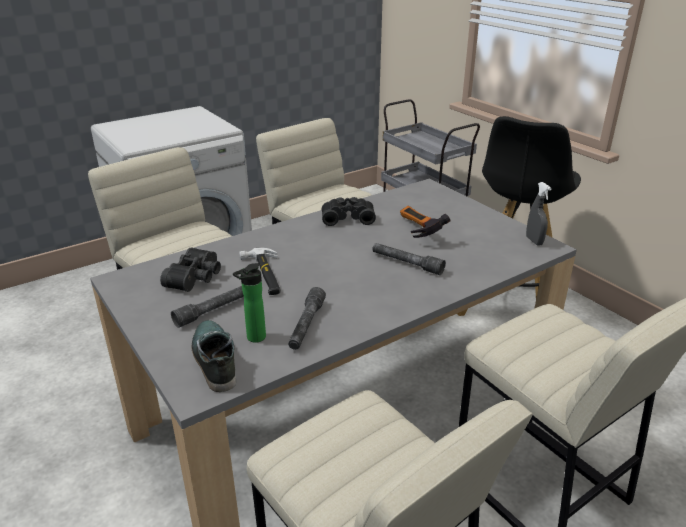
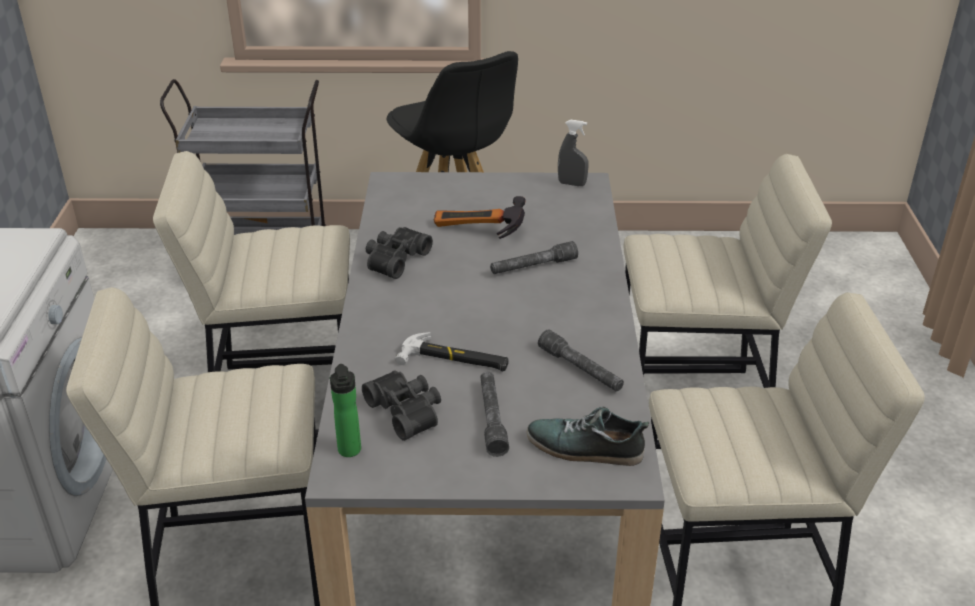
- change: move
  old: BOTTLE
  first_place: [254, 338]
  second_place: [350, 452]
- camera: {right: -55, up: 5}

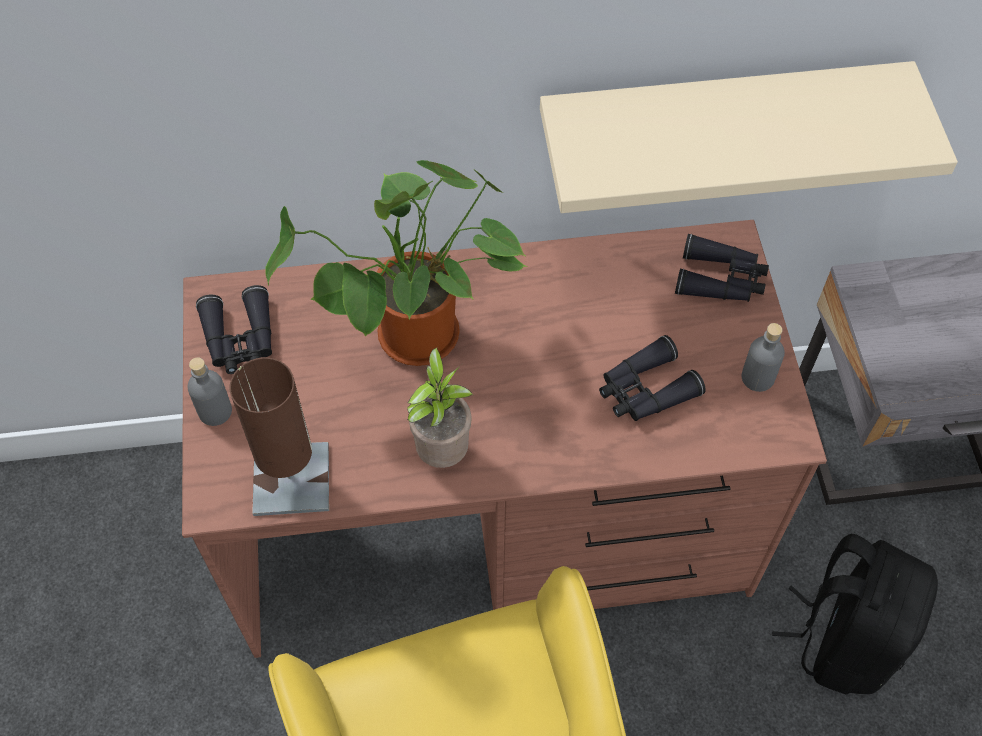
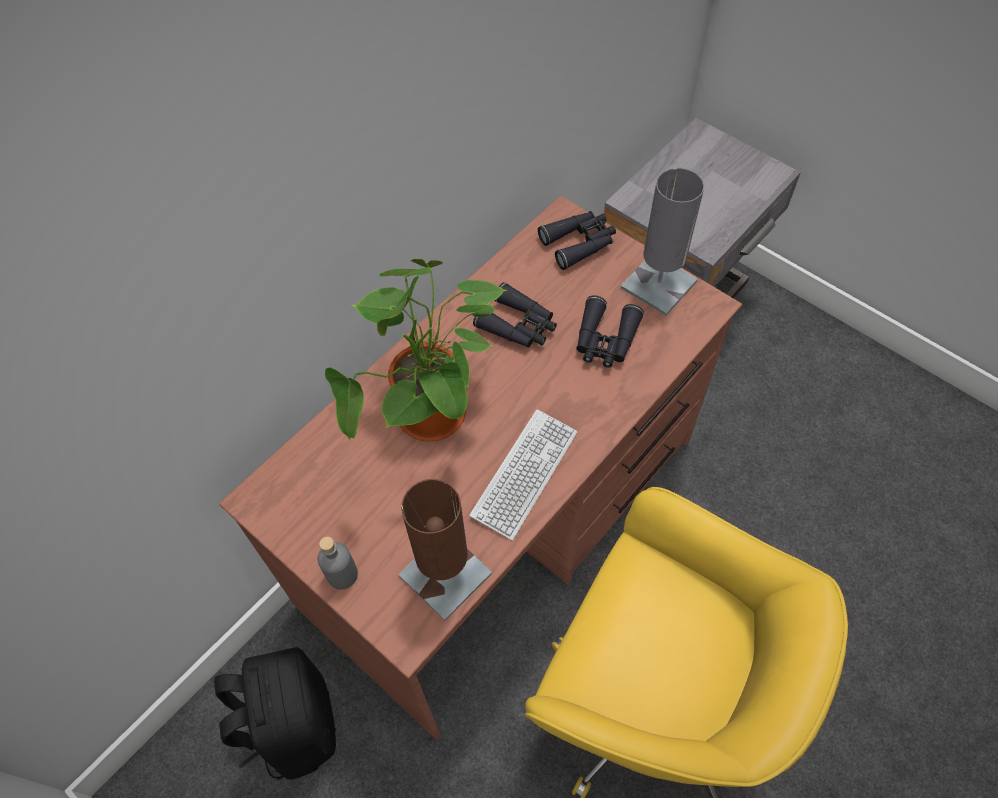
- change: delete
  old: BEIGE-COLOURED WALL SHELF
  first_place: [720, 117]
- change: move
  old: BLACKISH PAIR OF BINOCULARS
  first_place: [240, 340]
  second_place: [518, 326]
- change: replace
  old: GRAY BOTTLE
  new: GRAY TABLETOP LAMP
  first_place: [757, 377]
  second_place: [658, 285]
- change: replace
  old: HOUSEPLANT
  new: KEYBOARD
  first_place: [443, 451]
  second_place: [524, 474]
- change: move
  old: BLACKISH KNAPSACK
  first_place: [843, 638]
  second_place: [294, 725]
- camera: {right: -40, up: 0}

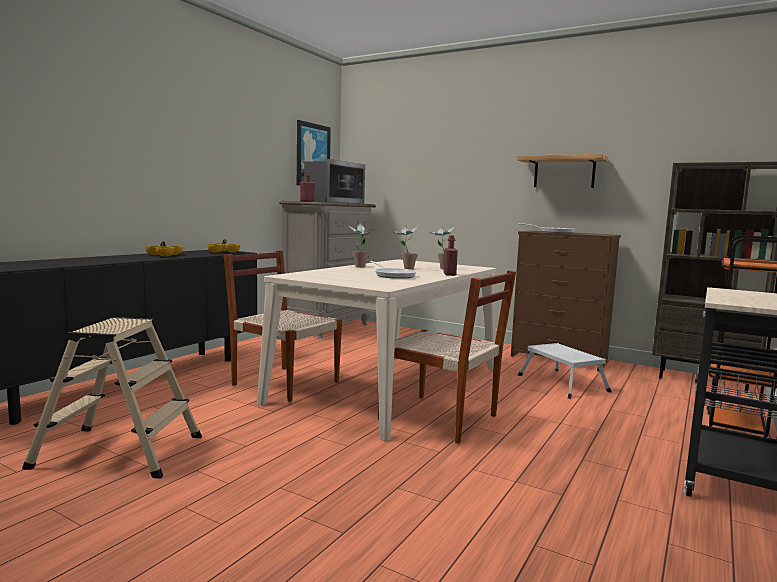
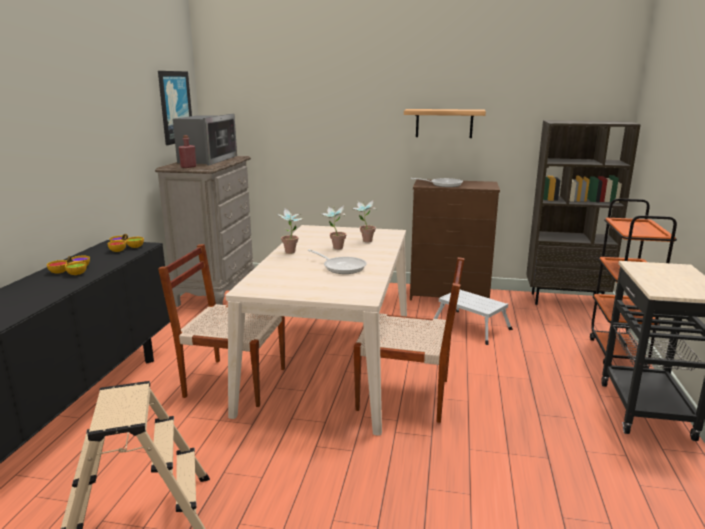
- change: delete
  old: RED BOTTLE
  first_place: [449, 274]
- camera: {right: -20, up: 10}

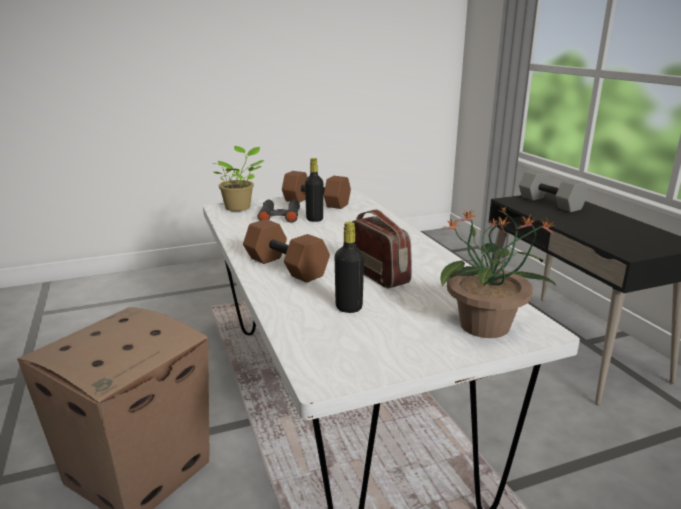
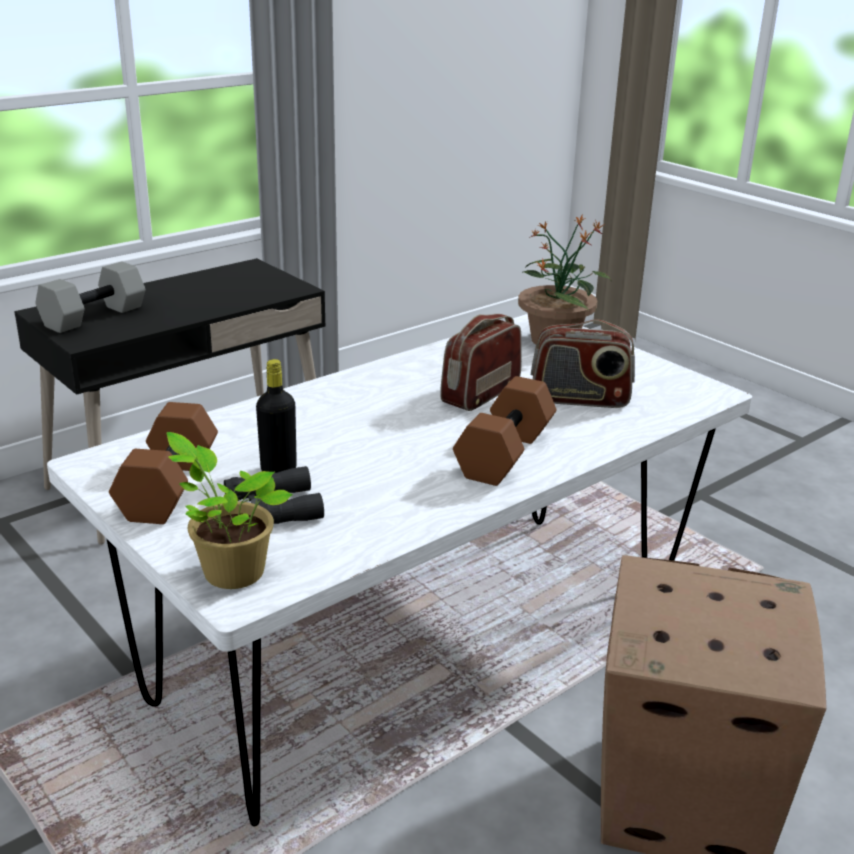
- change: replace
  old: BLACKISH BOTTLE
  new: RADIO SET
  first_place: [349, 308]
  second_place: [580, 399]
- camera: {right: -110, up: 5}

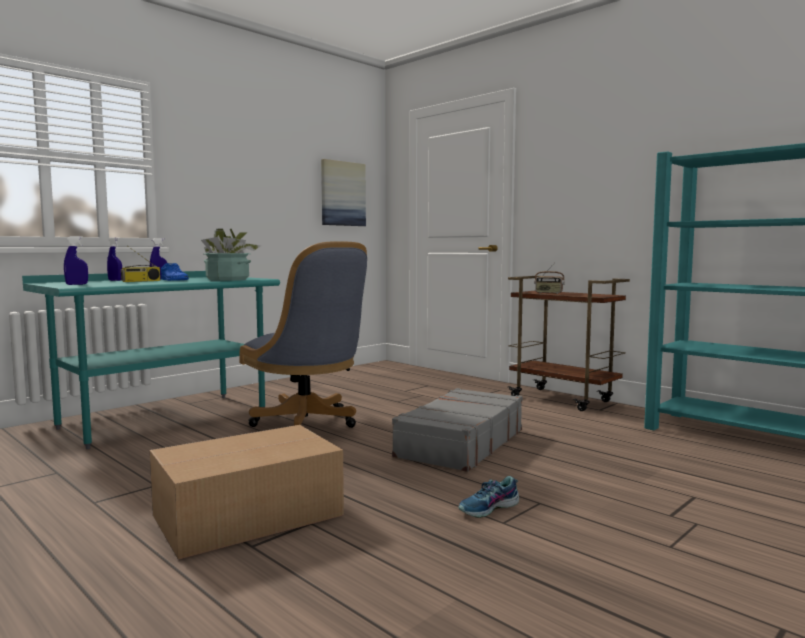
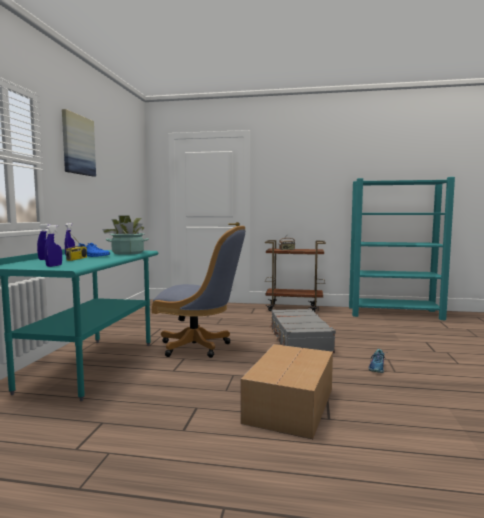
- change: move
  old: PICTURE
  first_place: [342, 194]
  second_place: [78, 145]
- camera: {right: -35, up: 0}

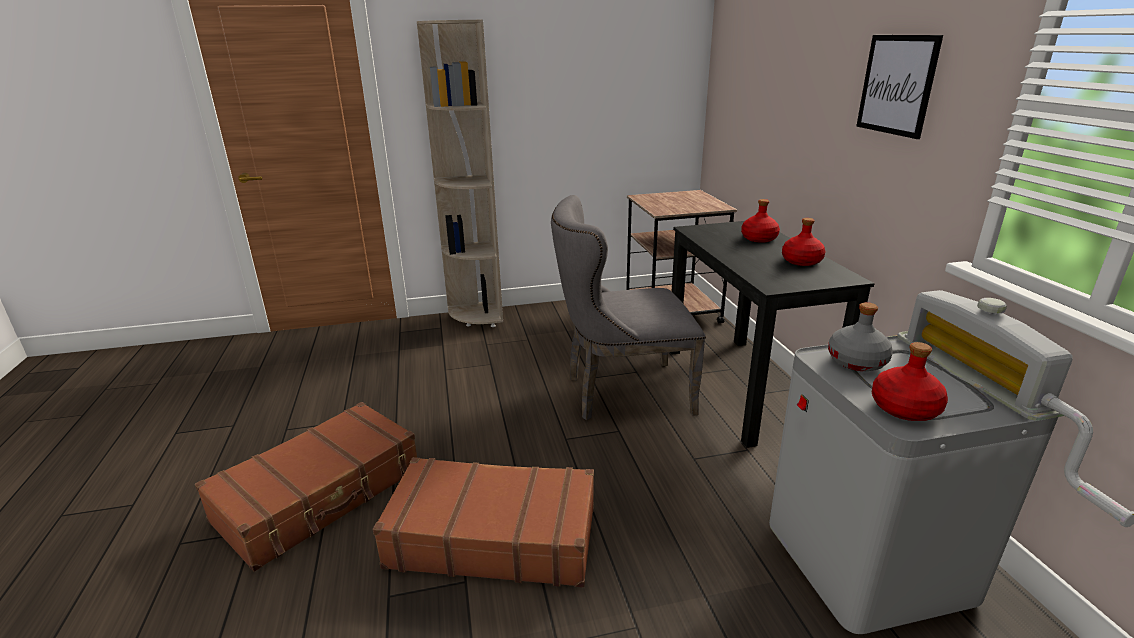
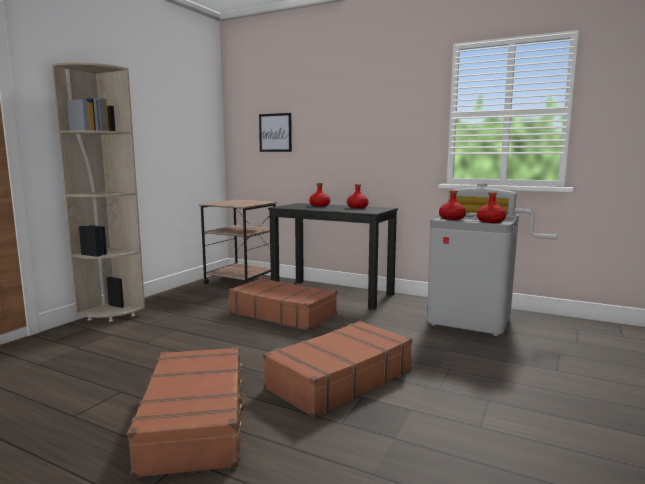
- change: move
  old: PICTURE
  first_place: [897, 85]
  second_place: [275, 132]
- change: replace
  old: GRAY CHAIR
  new: BROWNISH TRAVEL CASE
  first_place: [620, 393]
  second_place: [283, 314]
- change: recolor
  old: GRAY BOTTLE
  new: RED BOTTLE
  first_place: [857, 362]
  second_place: [452, 218]
- camera: {right: -50, up: -15}

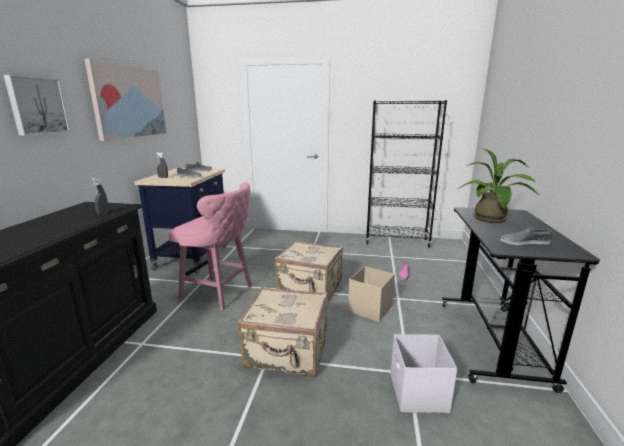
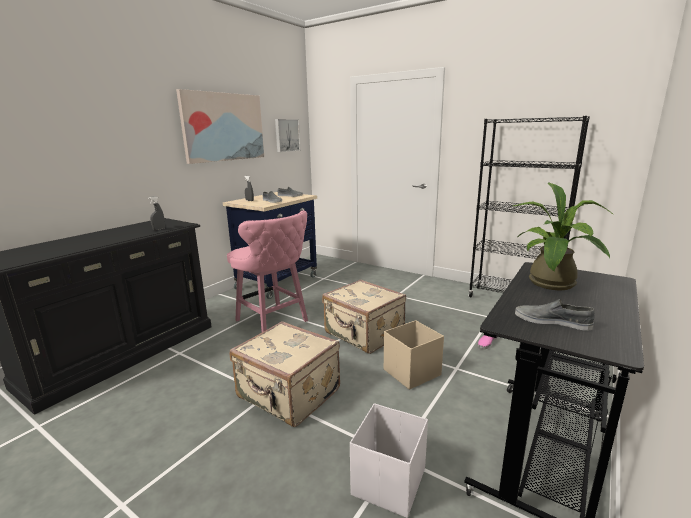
- change: move
  old: PICTURE
  first_place: [37, 106]
  second_place: [286, 135]
- camera: {right: 25, up: 0}

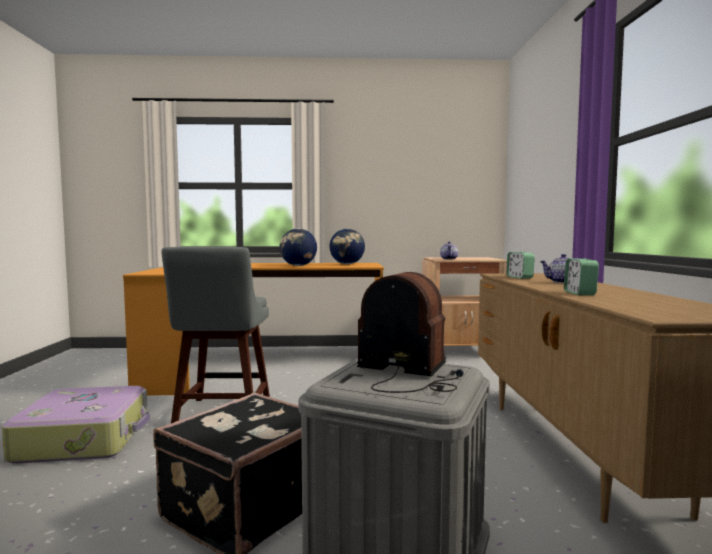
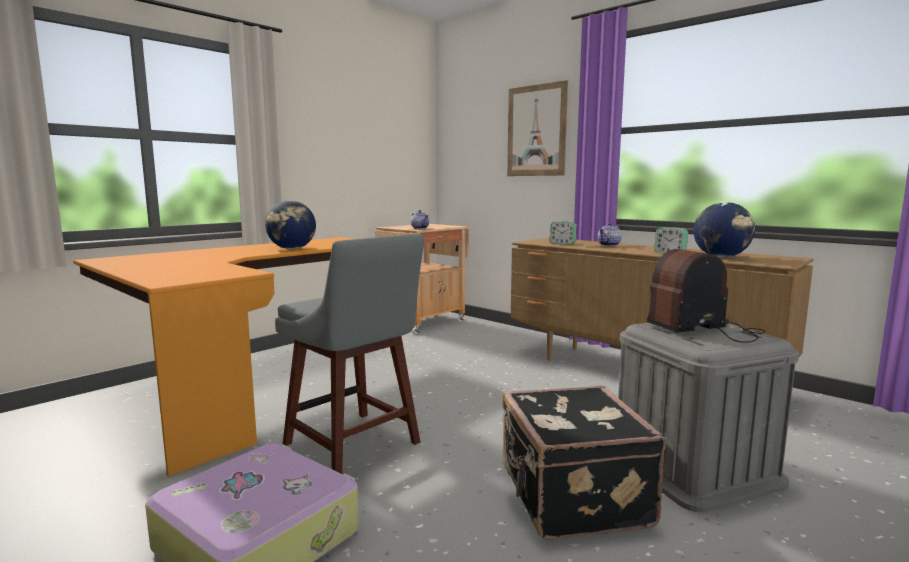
- change: move
  old: GLOBE
  first_place: [347, 264]
  second_place: [721, 257]
- change: insert
  new: PICTURE
  second_place: [536, 131]
- camera: {right: -45, up: 5}

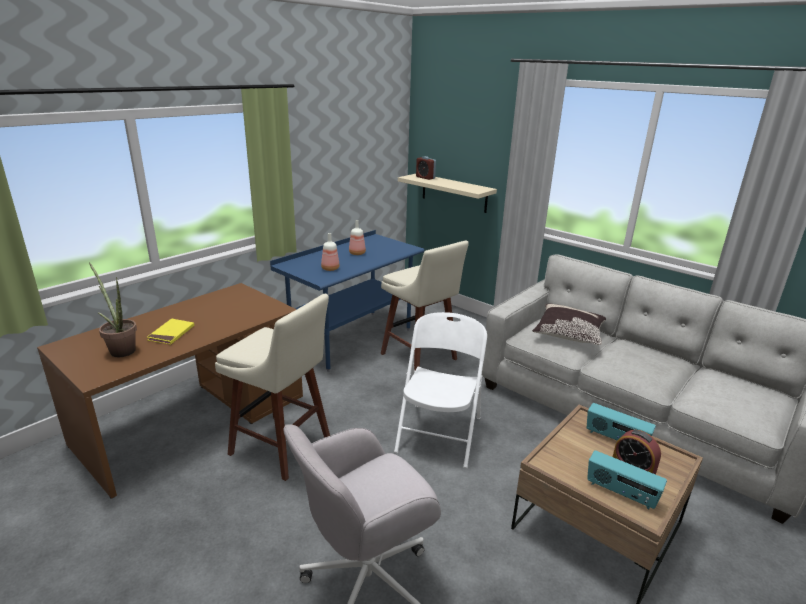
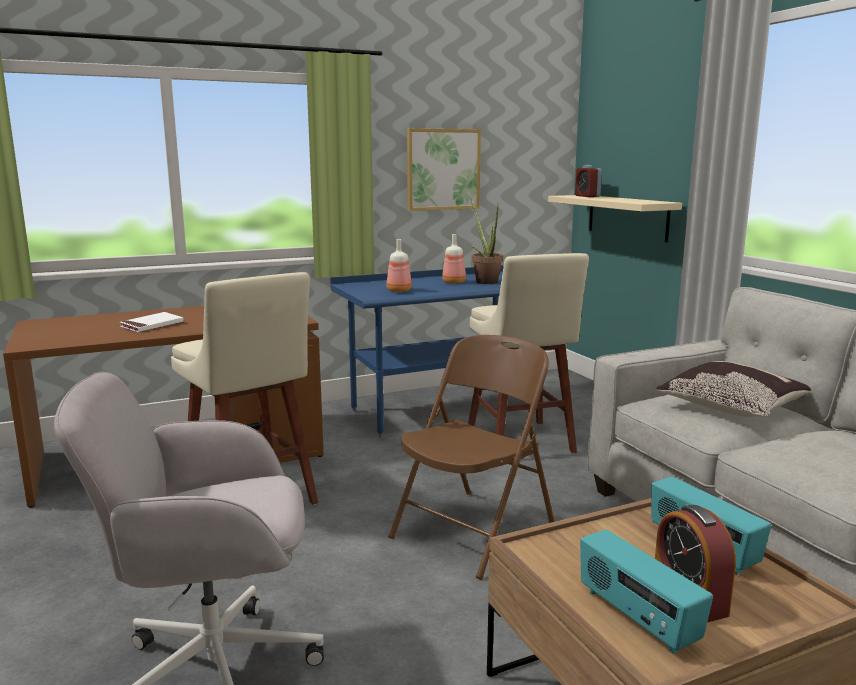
- change: move
  old: HOUSEPLANT
  first_place: [121, 349]
  second_place: [484, 281]
- change: recolor
  old: WHITE CHAIR
  new: BROWNISH CHAIR
  first_place: [439, 434]
  second_place: [473, 531]
- change: recolor
  old: YELLOW BOUND BOOK
  new: WHITE BOUND BOOK
  first_place: [171, 333]
  second_place: [152, 325]
- change: insert
  new: PICTURE
  second_place: [443, 169]
- camera: {right: 25, up: -10}

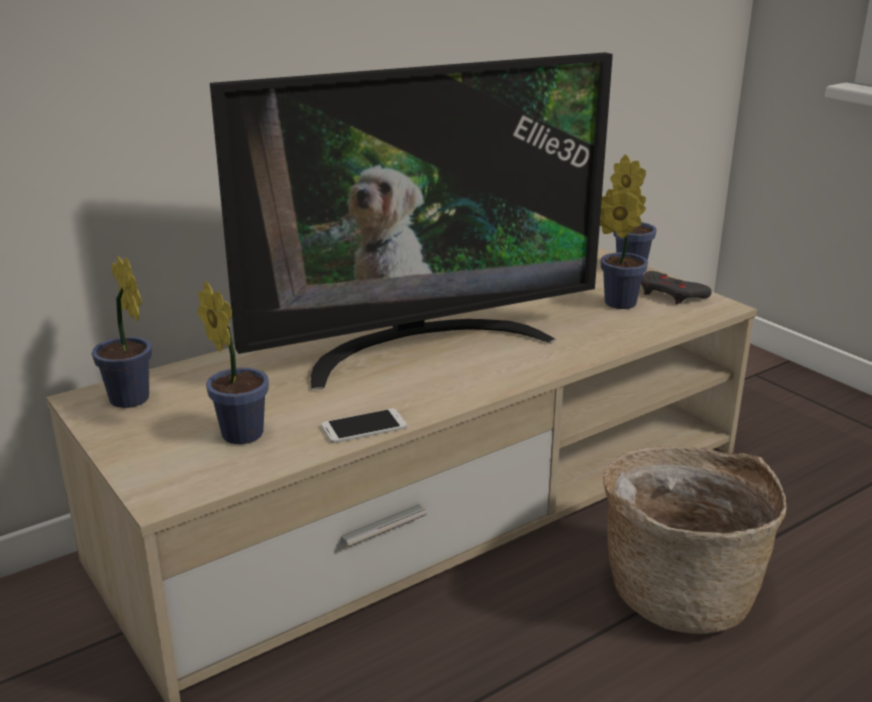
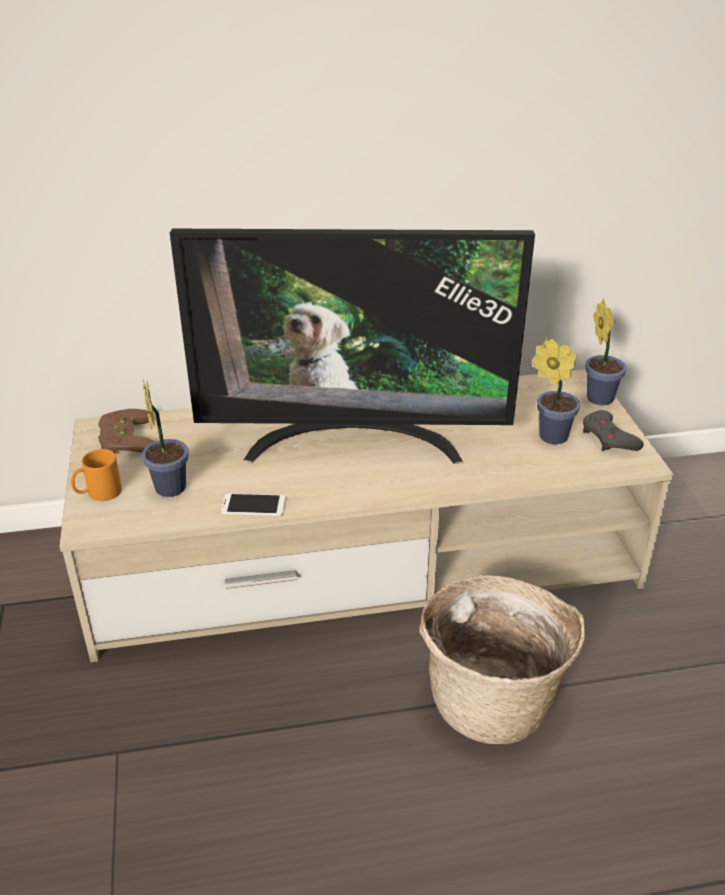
- change: replace
  old: HOUSEPLANT
  new: BROWNISH GAMEPAD
  first_place: [131, 401]
  second_place: [122, 438]
- change: insert
  new: ORANGEY MUG
  second_place: [98, 494]
- camera: {right: 25, up: 10}

